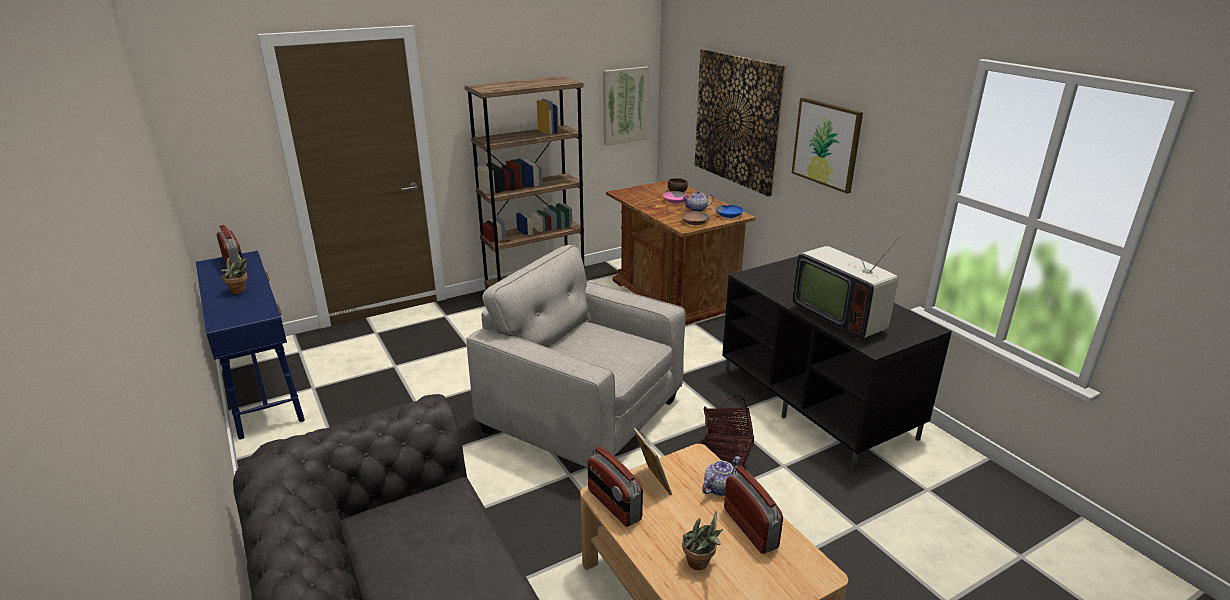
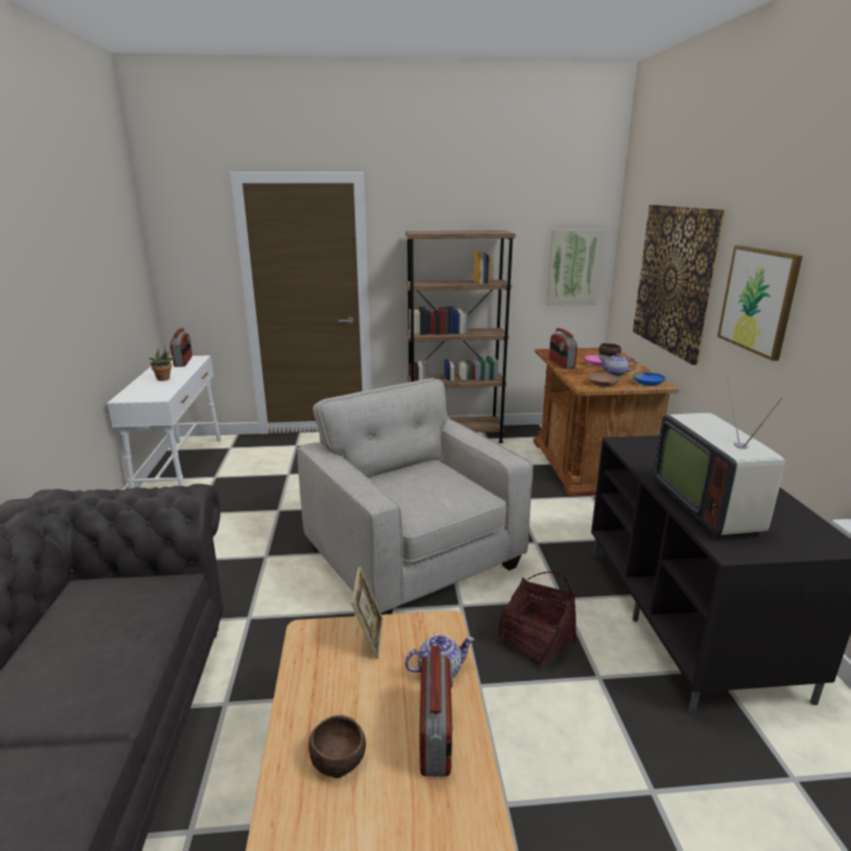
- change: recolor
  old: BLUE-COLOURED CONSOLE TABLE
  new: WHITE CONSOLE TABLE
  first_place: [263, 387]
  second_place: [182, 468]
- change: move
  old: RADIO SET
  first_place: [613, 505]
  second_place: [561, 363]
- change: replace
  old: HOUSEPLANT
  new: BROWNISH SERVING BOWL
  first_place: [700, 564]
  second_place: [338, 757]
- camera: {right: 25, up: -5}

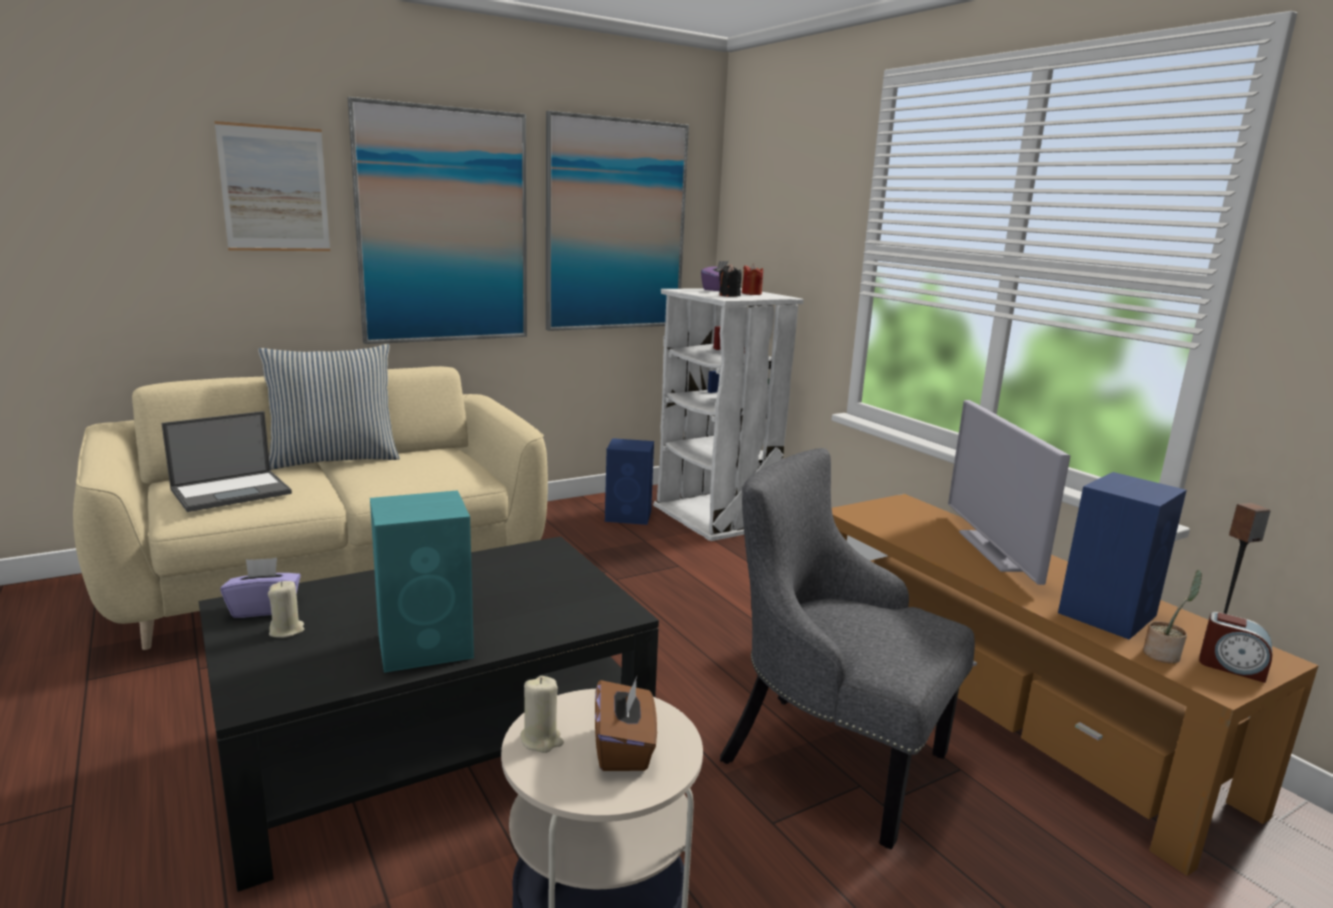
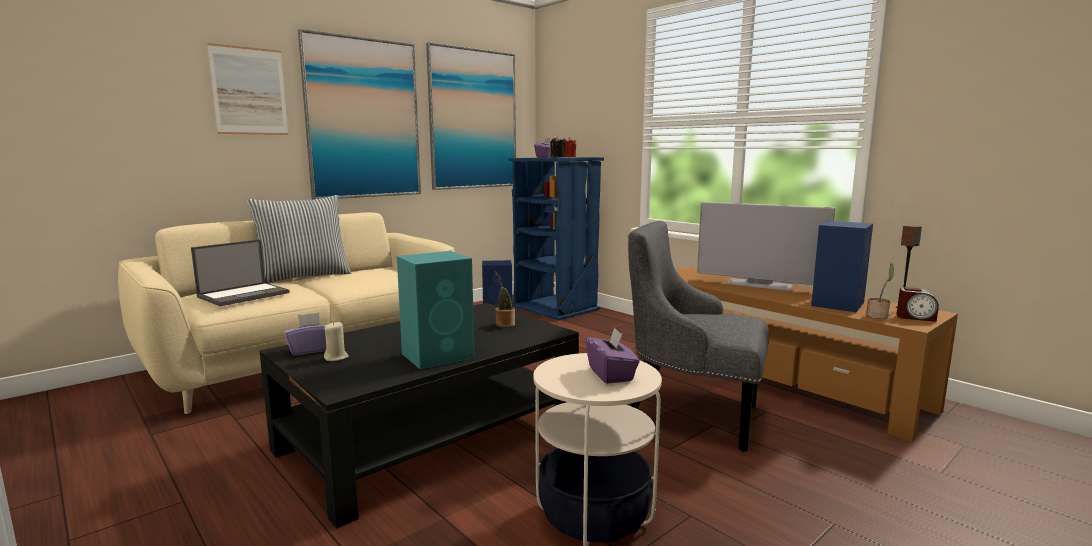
- change: recolor
  old: WHITE BOOKSHELF
  new: BLUE-COLOURED BOOKSHELF
  first_place: [717, 516]
  second_place: [555, 308]
- change: rotate
  old: TV SET
  first_place: [995, 550]
  second_place: [759, 285]
  degrees: -45
- change: delete
  old: BEIGE-COLOURED WAX CANDLE
  first_place: [541, 740]
- change: recolor
  old: BROWNISH TISSUE BOX
  new: PURPLE-COLOURED TISSUE BOX
  first_place: [624, 748]
  second_place: [611, 374]
- change: insert
  new: HOUSEPLANT
  second_place: [504, 324]
- camera: {right: -10, up: -5}

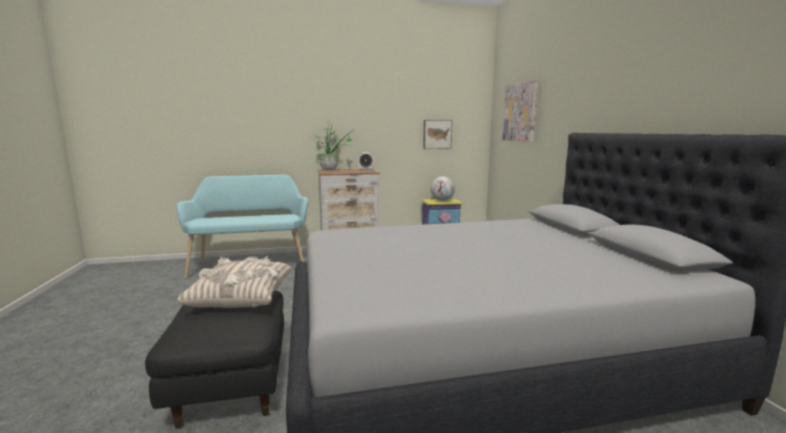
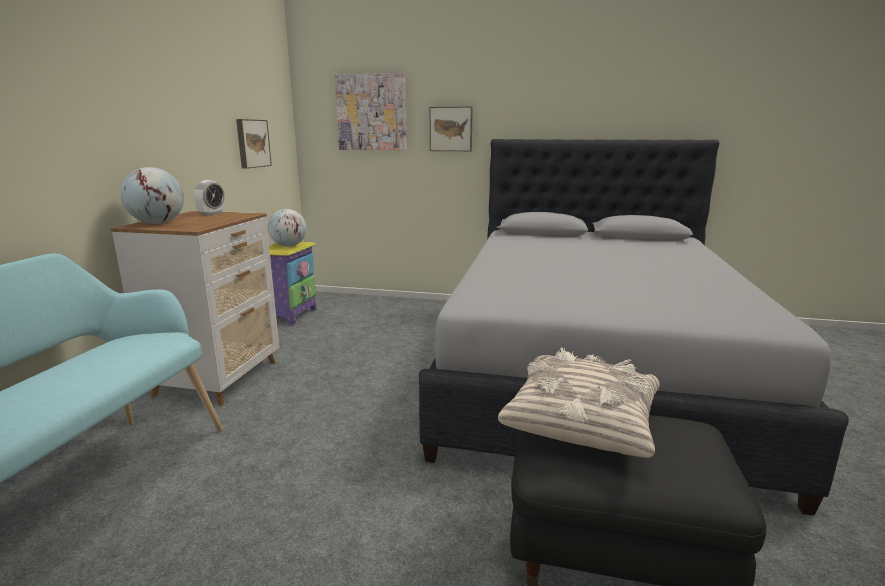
- change: replace
  old: HOUSEPLANT
  new: GLOBE
  first_place: [332, 170]
  second_place: [157, 223]
- change: insert
  new: PICTURE
  second_place: [451, 129]
- camera: {right: -65, up: 5}

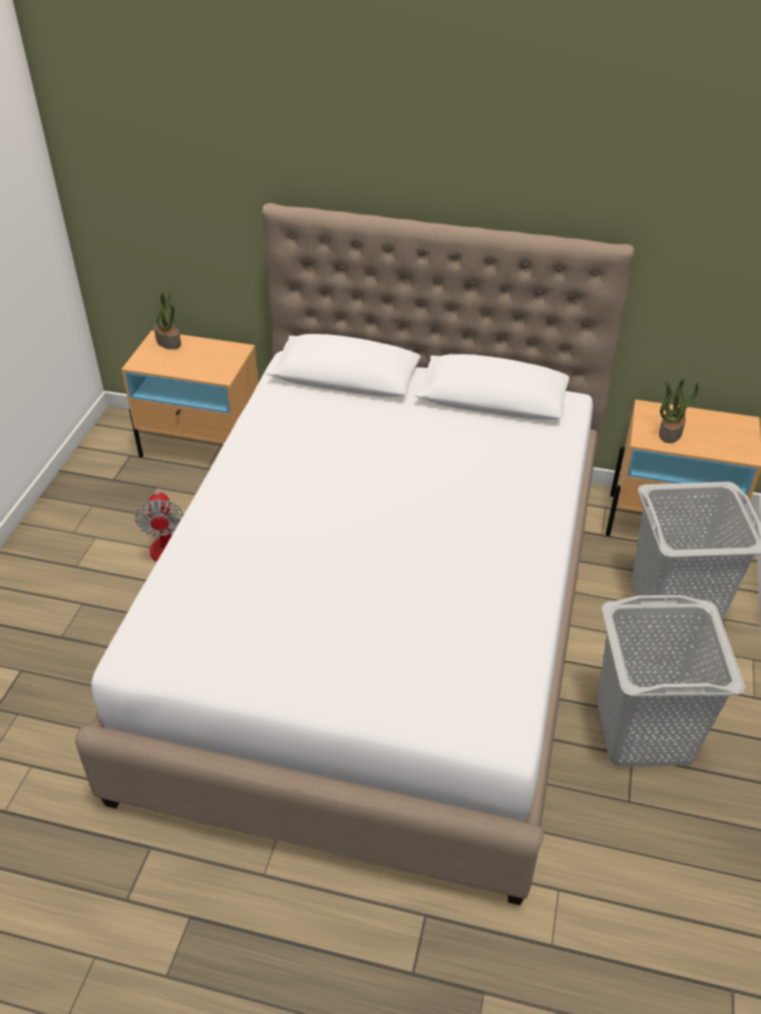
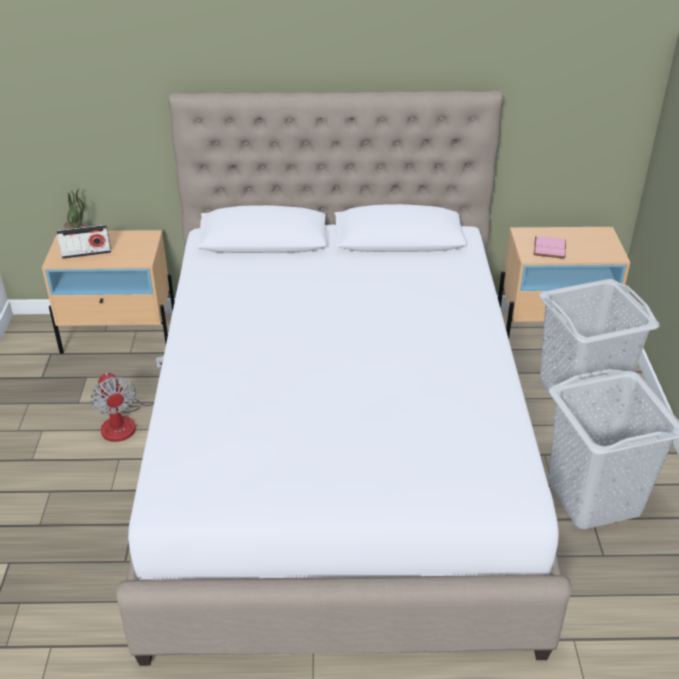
- change: replace
  old: HOUSEPLANT
  new: PINK BOUND BOOK
  first_place: [670, 432]
  second_place: [548, 248]
- change: insert
  new: RADIO SET
  second_place: [86, 253]
- camera: {right: -15, up: -5}

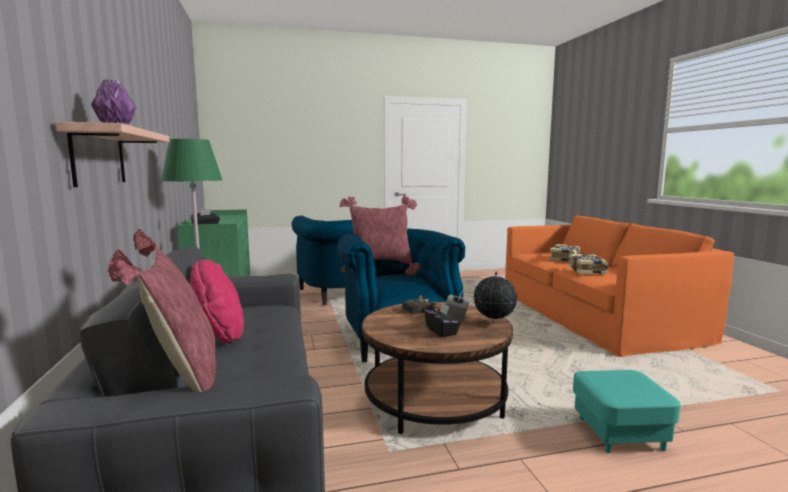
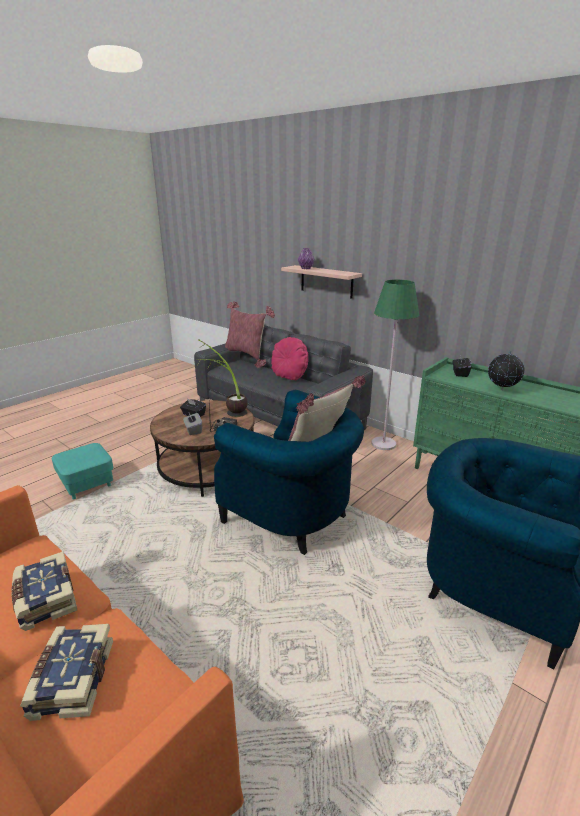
- change: move
  old: GLOBE
  first_place: [494, 323]
  second_place: [501, 390]
- change: insert
  new: HOUSEPLANT
  second_place: [226, 410]
- camera: {right: 145, up: 15}

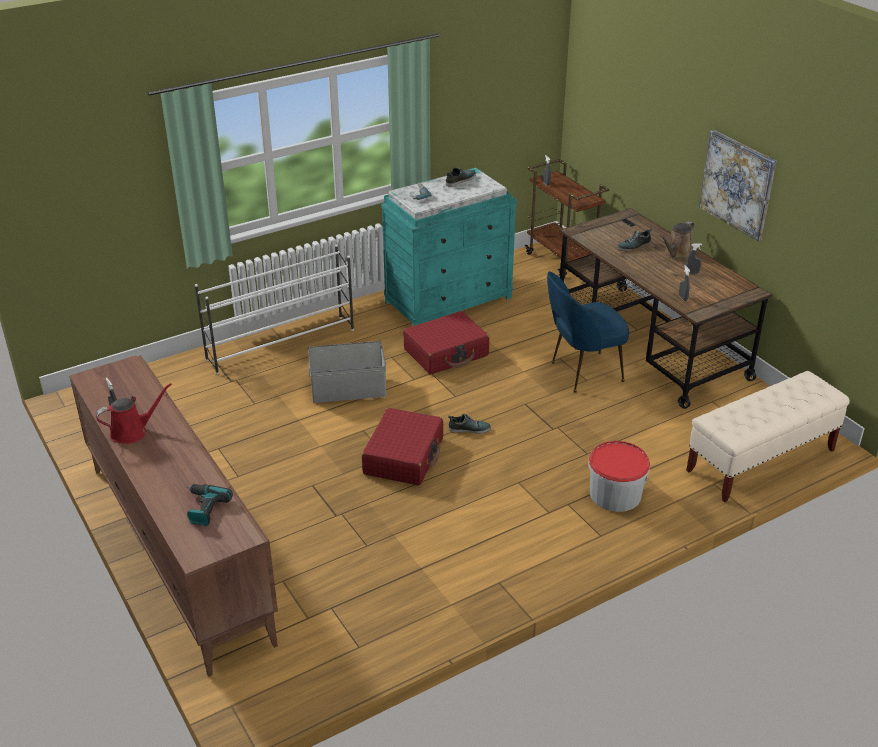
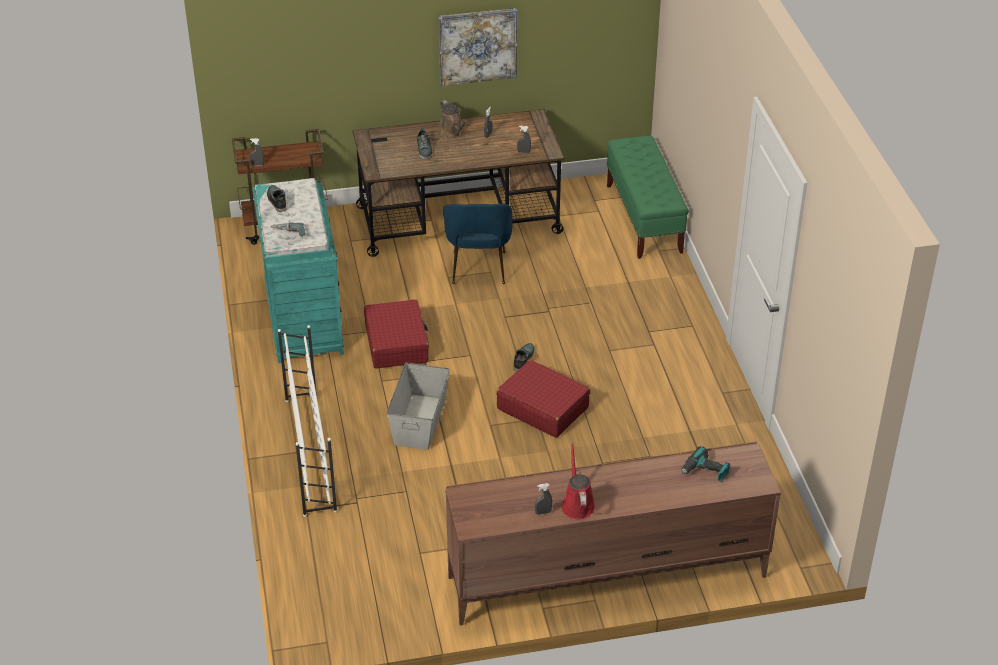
- change: recolor
  old: BEIGE-COLOURED INDOOR BENCH
  new: GREEN-COLOURED INDOOR BENCH
  first_place: [760, 461]
  second_place: [644, 219]
- change: delete
  old: WATER BUCKET
  first_place: [615, 494]
- camera: {right: -70, up: 5}

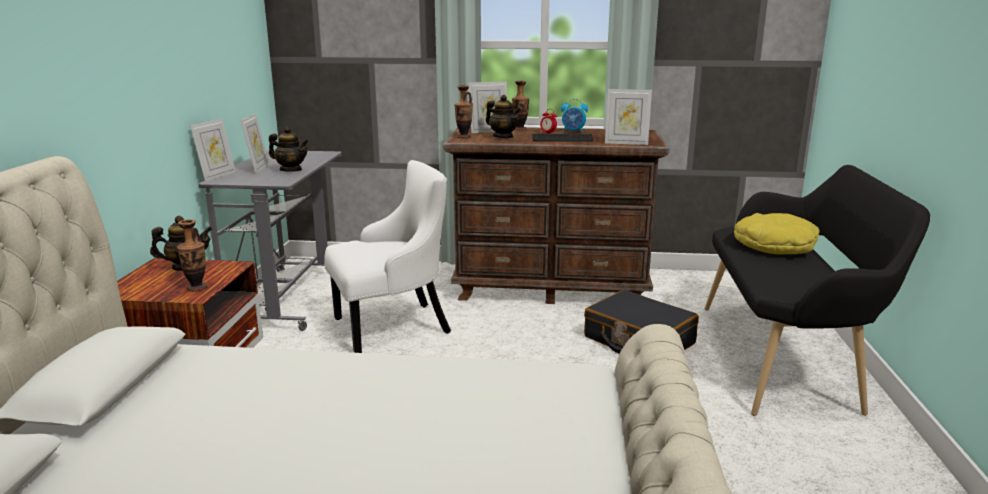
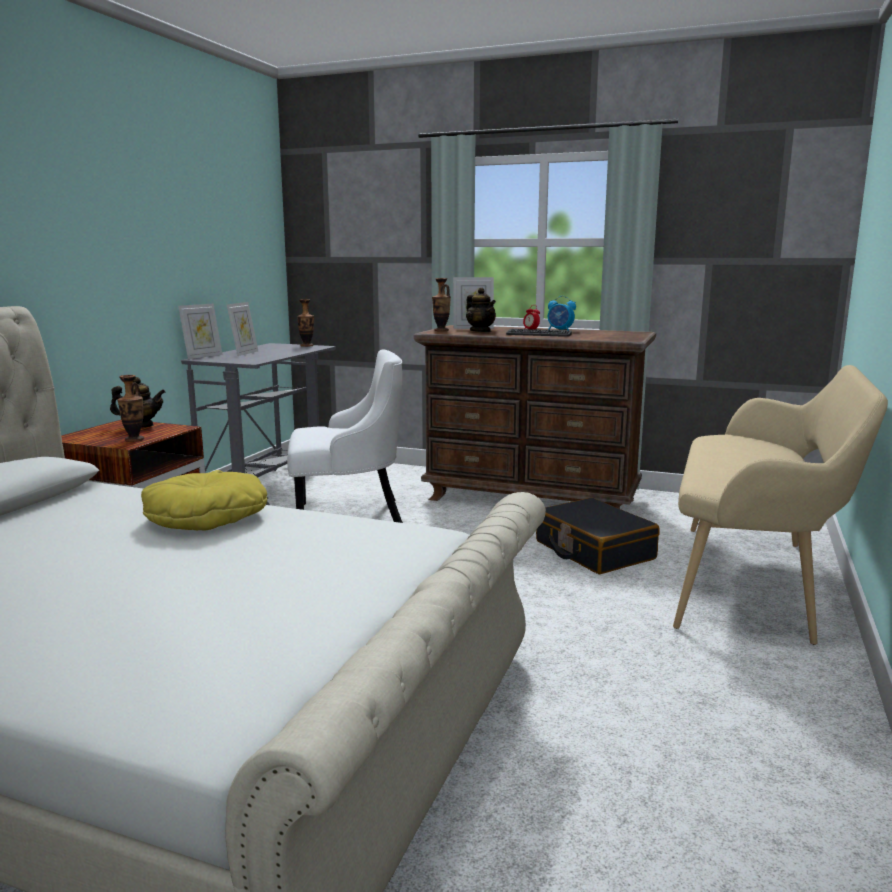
- change: move
  old: VASE
  first_place: [520, 129]
  second_place: [307, 346]
- change: delete
  old: PICTURE FRAME
  first_place: [626, 143]
- change: delete
  old: TEA POT
  first_place: [291, 170]
- change: recolor
  old: BLACKISH INDOOR BENCH
  new: BEIGE-COLOURED INDOOR BENCH
  first_place: [786, 357]
  second_place: [756, 582]
- change: move
  old: YELLOW CUSHION
  first_place: [773, 246]
  second_place: [205, 517]
- camera: {right: 15, up: -5}

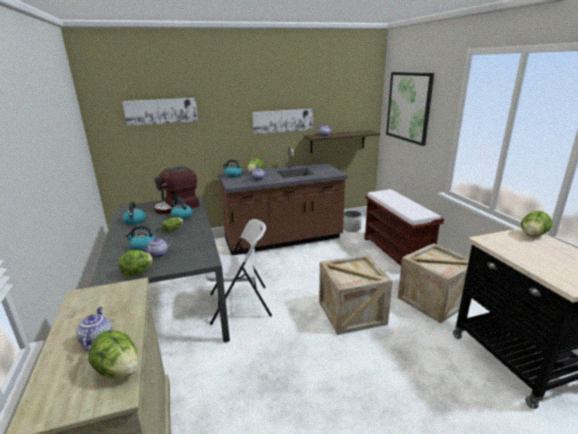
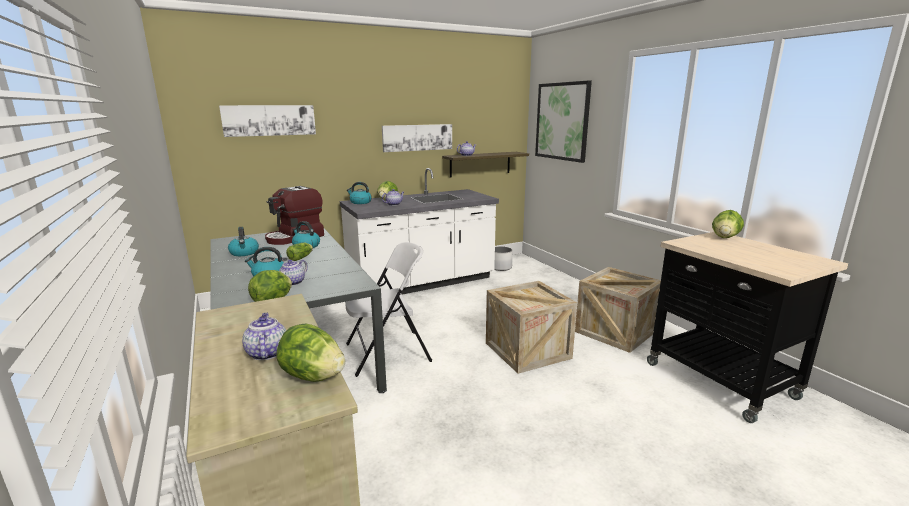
- change: recolor
  old: BROWNISH KITCHEN BASE UNIT
  new: WHITE KITCHEN BASE UNIT
  first_place: [283, 240]
  second_place: [422, 283]
- change: delete
  old: BROWNISH INDOOR BENCH
  first_place: [396, 253]
- camera: {right: -10, up: -5}

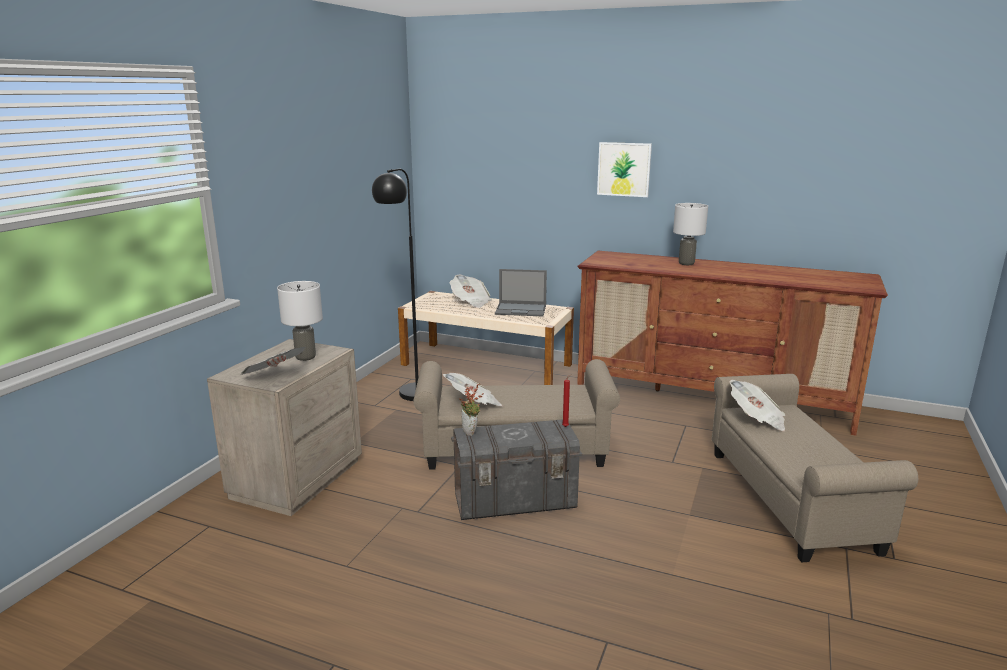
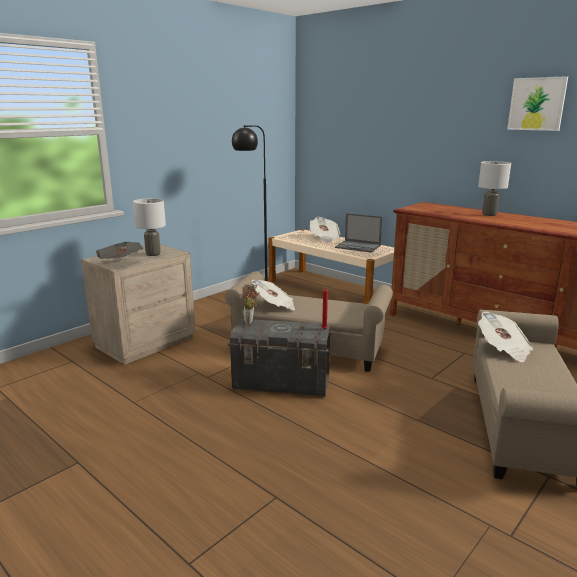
- change: move
  old: PICTURE
  first_place: [624, 169]
  second_place: [537, 104]
- camera: {right: 20, up: 0}

